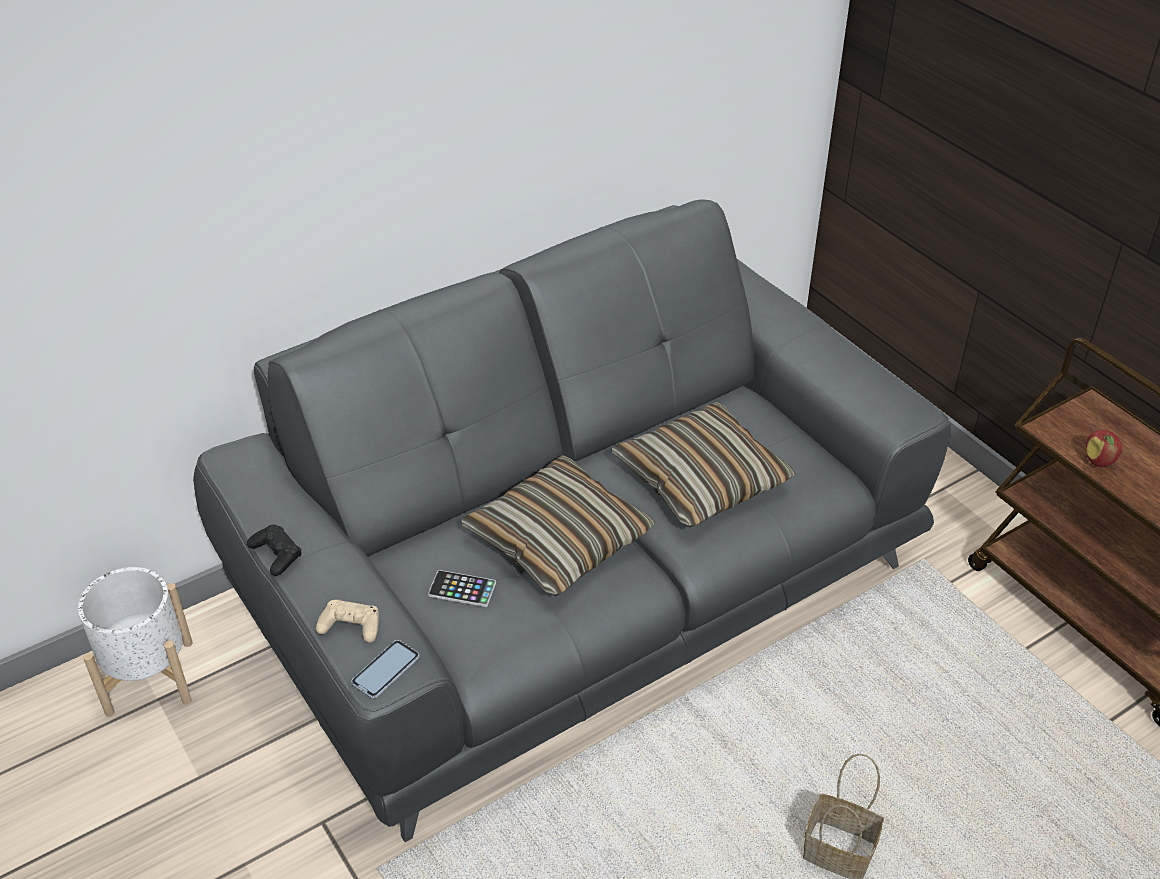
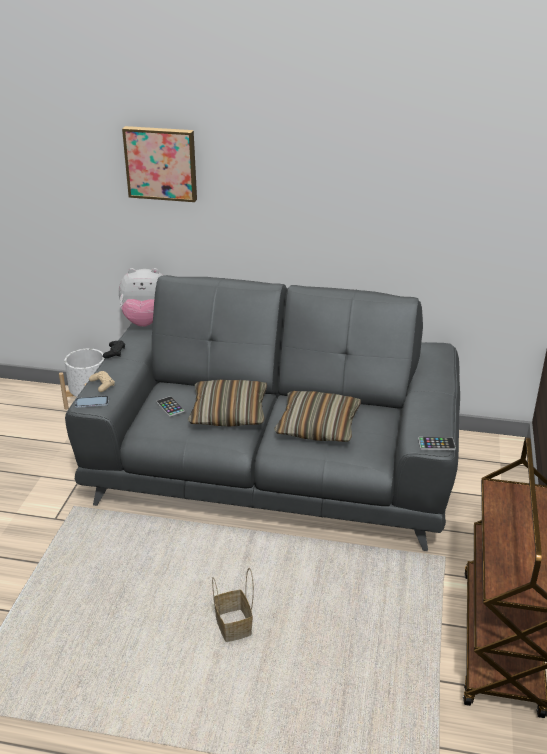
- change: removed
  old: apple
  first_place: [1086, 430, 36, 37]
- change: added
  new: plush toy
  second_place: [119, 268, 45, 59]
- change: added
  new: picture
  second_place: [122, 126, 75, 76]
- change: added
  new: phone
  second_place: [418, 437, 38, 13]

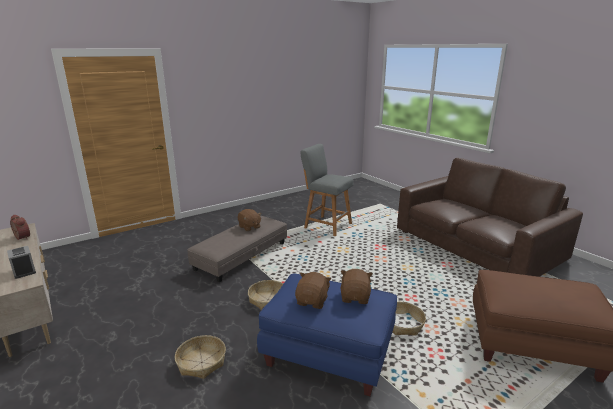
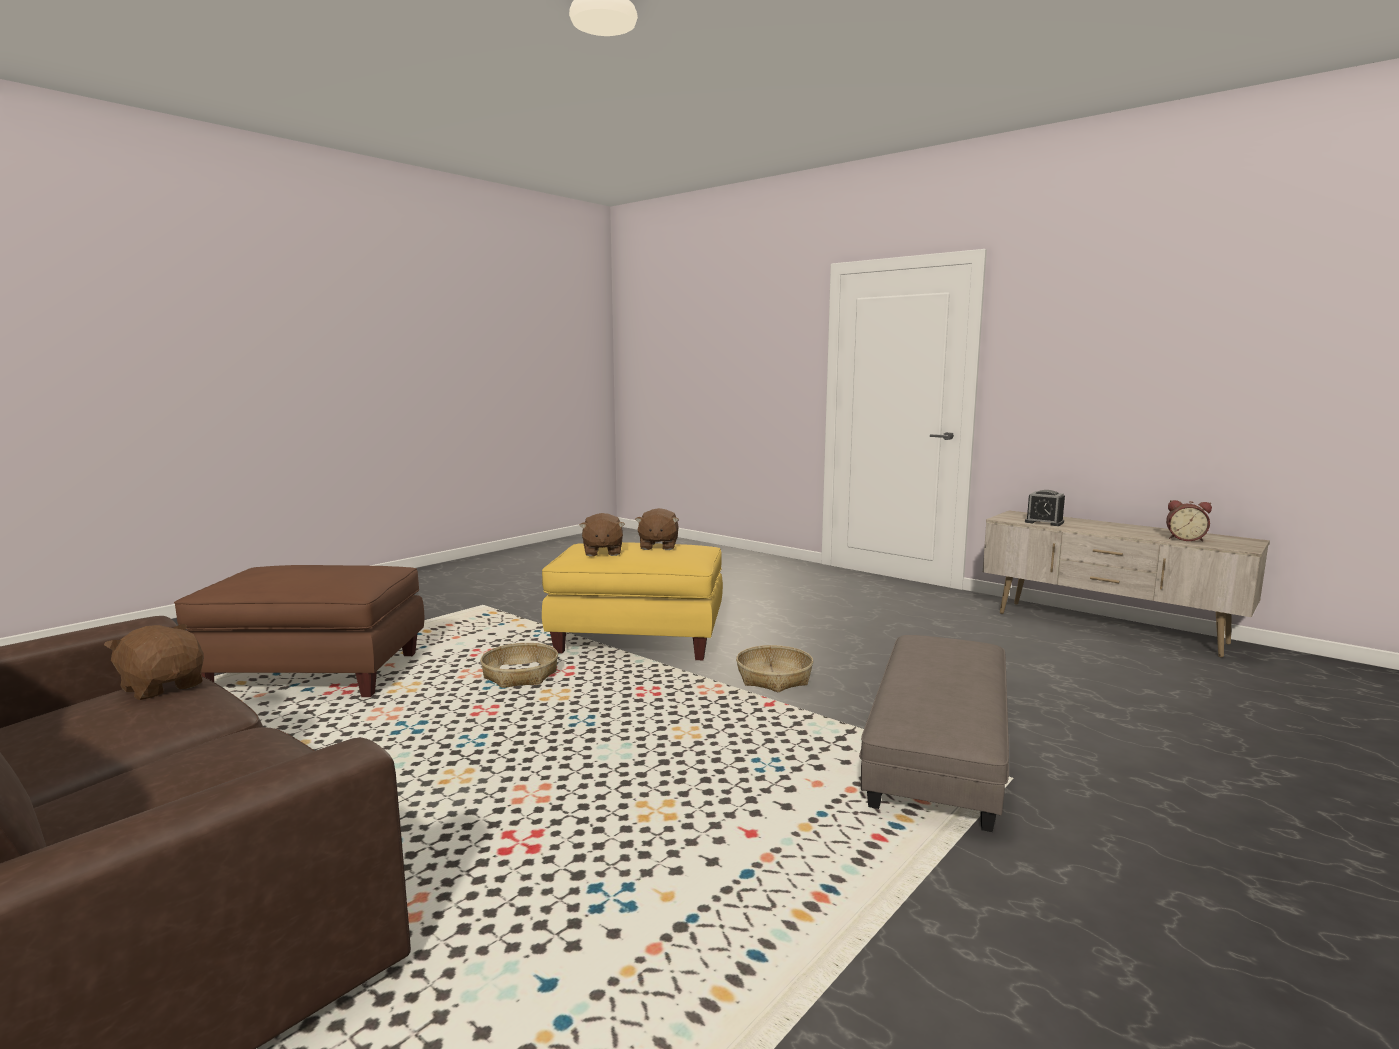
- change: removed
  old: basket
  first_place: [175, 335, 51, 44]
- change: moved
  old: brown plush toy
  first_place: [238, 209, 24, 22]
  second_place: [104, 624, 100, 76]
- change: recoloured
  old: blue ottoman
  new: yellow ottoman
  first_place: [257, 273, 140, 123]
  second_place: [542, 542, 181, 118]
- change: removed
  old: grey stool
  first_place: [300, 144, 53, 92]

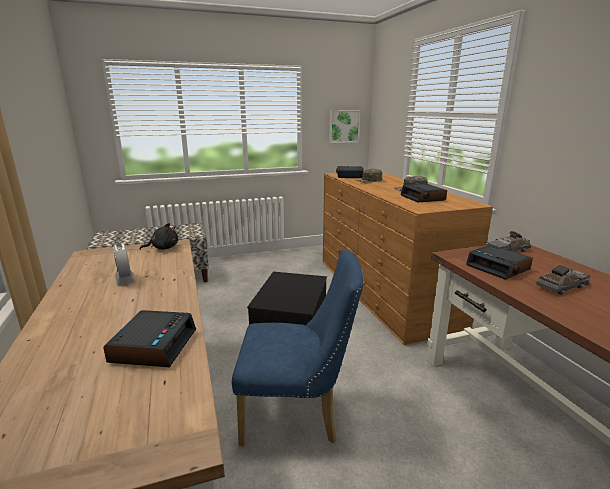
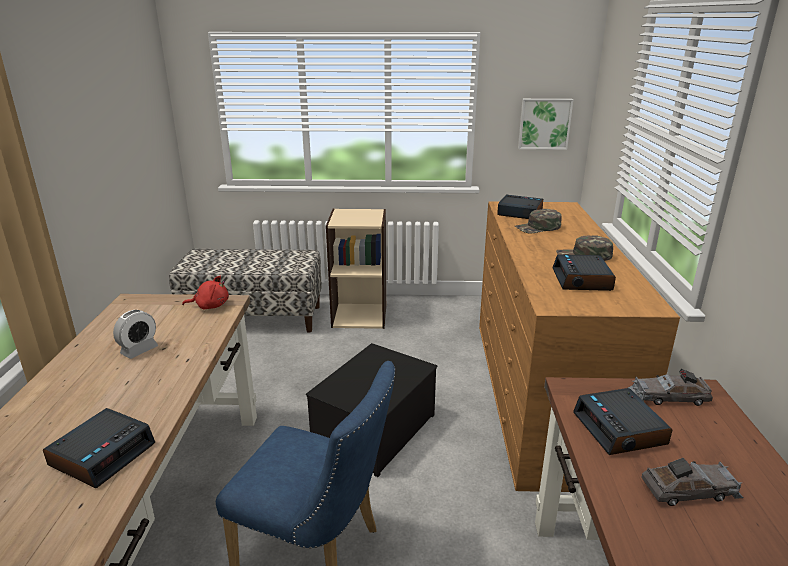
- change: turned
  old: alarm clock
  first_place: [113, 244, 23, 42]
  second_place: [113, 310, 45, 49]
  degrees: -135
- change: recoloured
  old: black plush toy
  new: red plush toy
  first_place: [140, 223, 38, 27]
  second_place: [182, 276, 47, 34]
- change: added
  new: beige bookcase
  second_place: [326, 209, 60, 120]

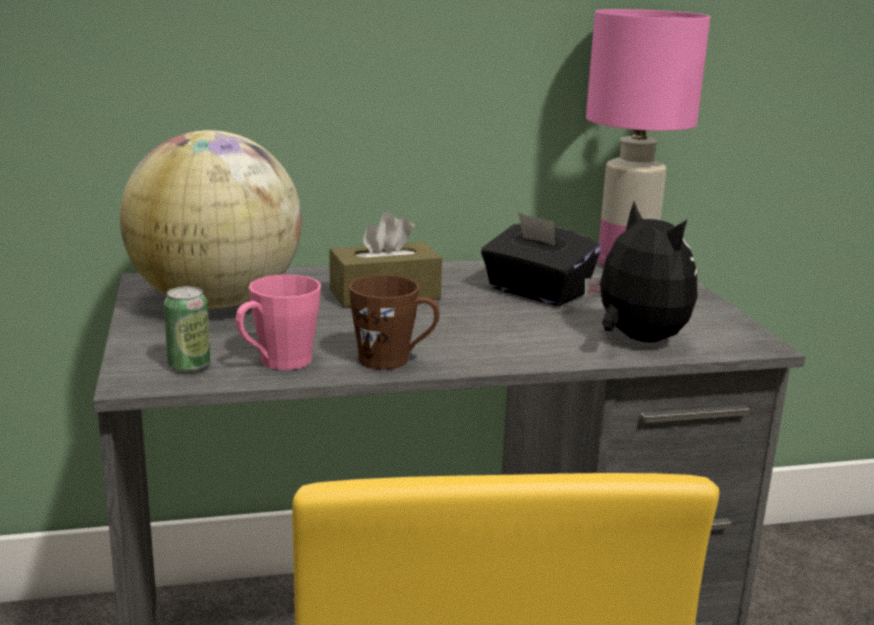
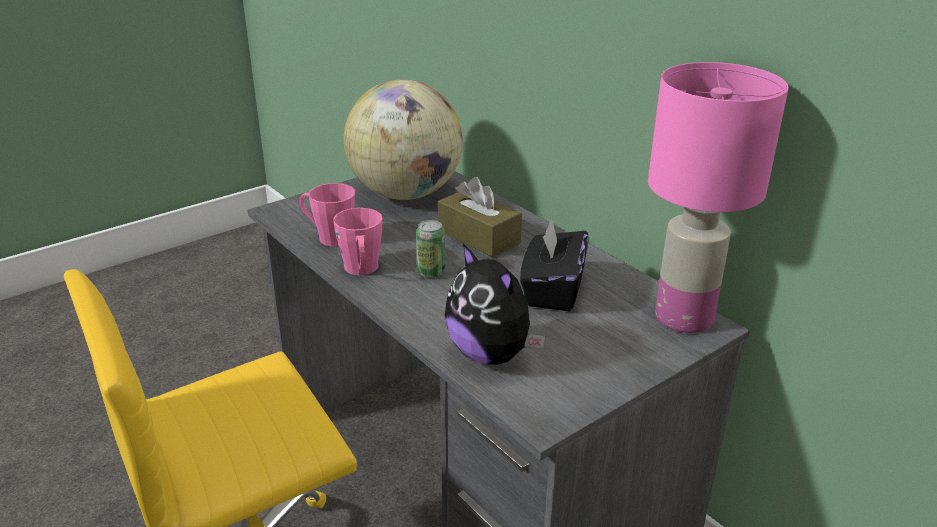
- change: moved
  old: can
  first_place: [164, 286, 47, 87]
  second_place: [416, 220, 29, 58]
- change: recoloured
  old: brown mug
  new: pink mug
  first_place: [349, 275, 91, 95]
  second_place: [333, 208, 50, 67]
- change: turned
  old: plush toy
  first_place: [585, 201, 112, 141]
  second_place: [445, 243, 100, 122]
  degrees: 105

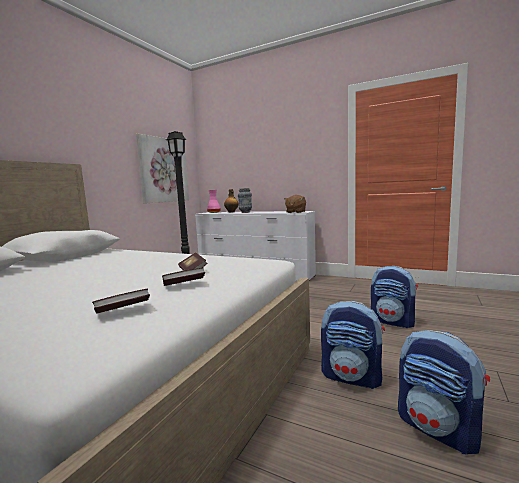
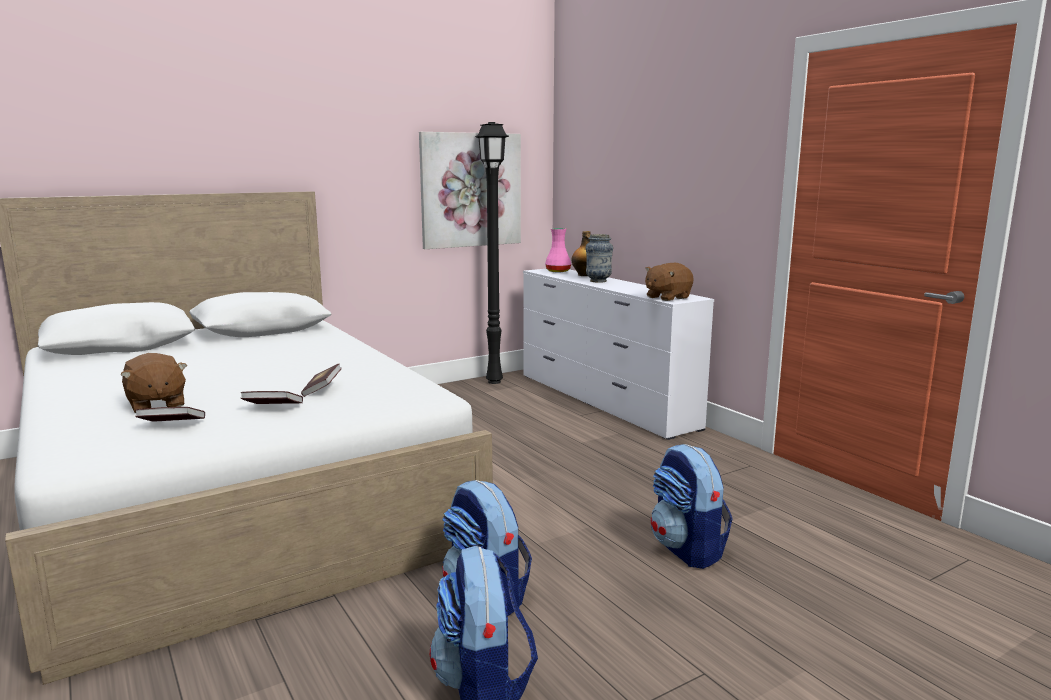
- change: added
  new: brown plush toy
  second_place: [120, 353, 67, 60]

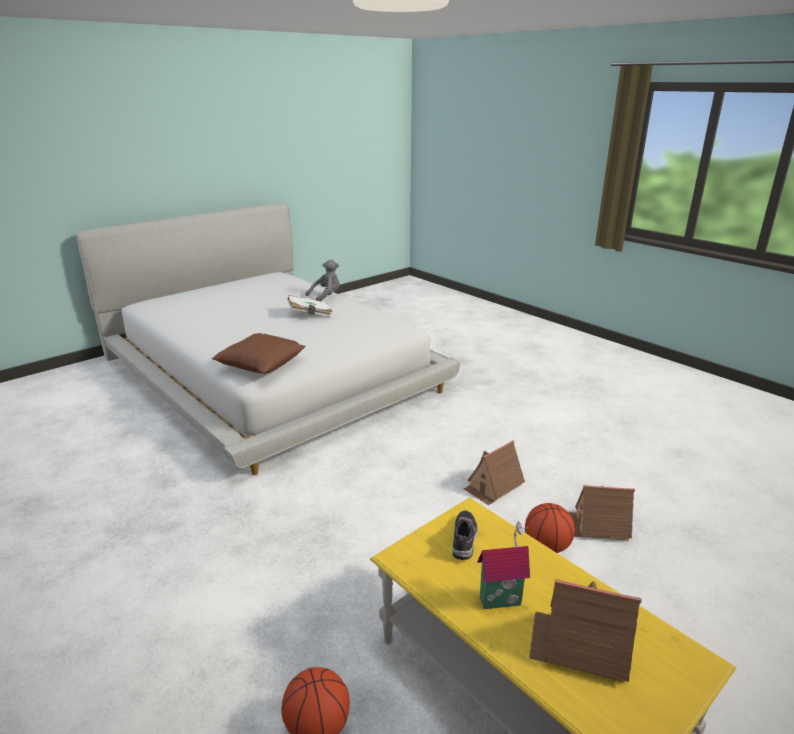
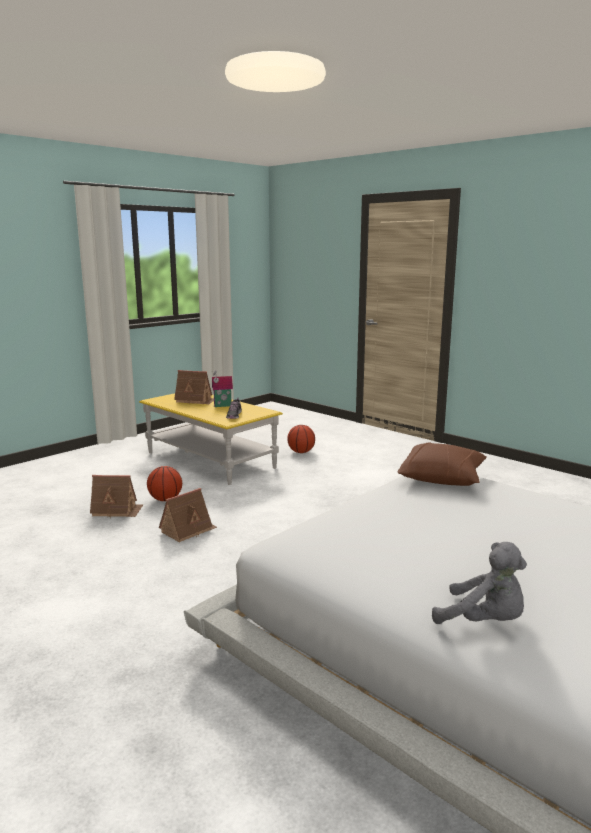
- change: removed
  old: white book
  first_place: [287, 295, 45, 22]
- change: turned
  old: grey plush toy
  first_place: [305, 260, 35, 41]
  second_place: [432, 542, 95, 82]
  degrees: -105

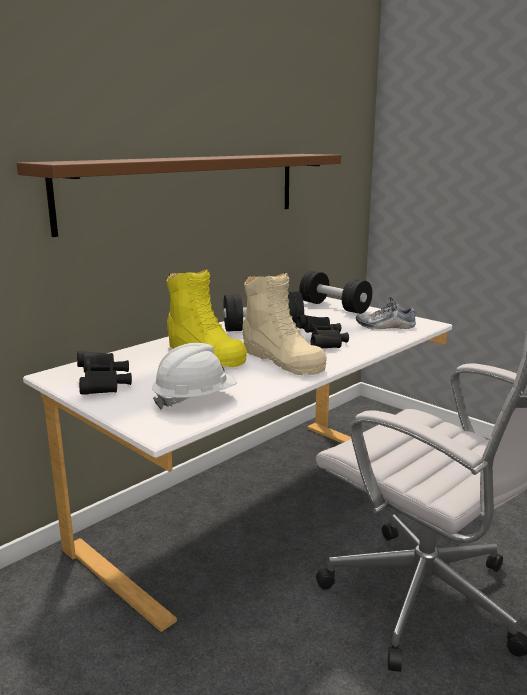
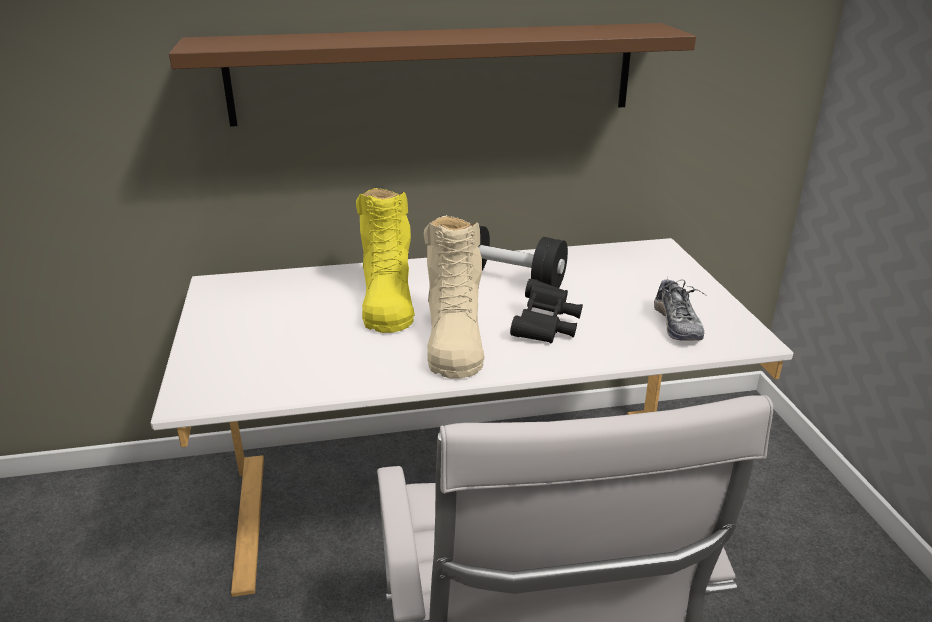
- change: removed
  old: black binoculars
  first_place: [77, 351, 55, 44]
- change: removed
  old: white hard hat
  first_place: [152, 343, 85, 67]
- change: removed
  old: black dumbbell
  first_place: [299, 271, 73, 43]
- change: turned
  old: shoe
  first_place: [356, 297, 60, 33]
  second_place: [654, 275, 53, 66]
  degrees: -135

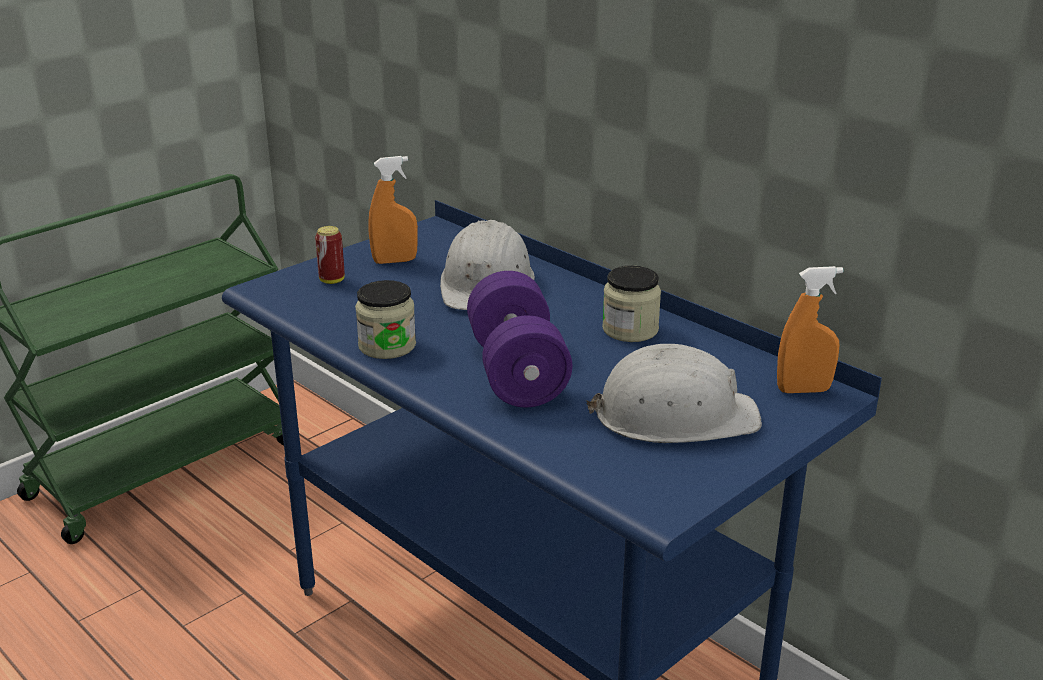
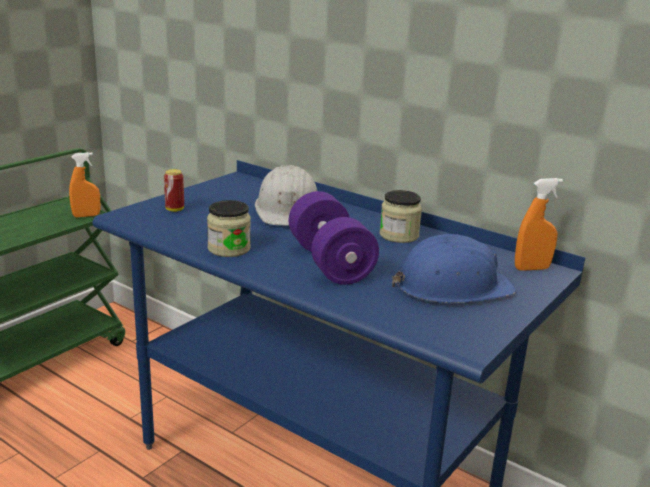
- change: moved
  old: orange spray bottle
  first_place: [368, 156, 50, 108]
  second_place: [69, 152, 31, 65]
- change: recoloured
  old: white hard hat
  new: blue hard hat
  first_place: [586, 344, 176, 99]
  second_place: [392, 234, 124, 69]

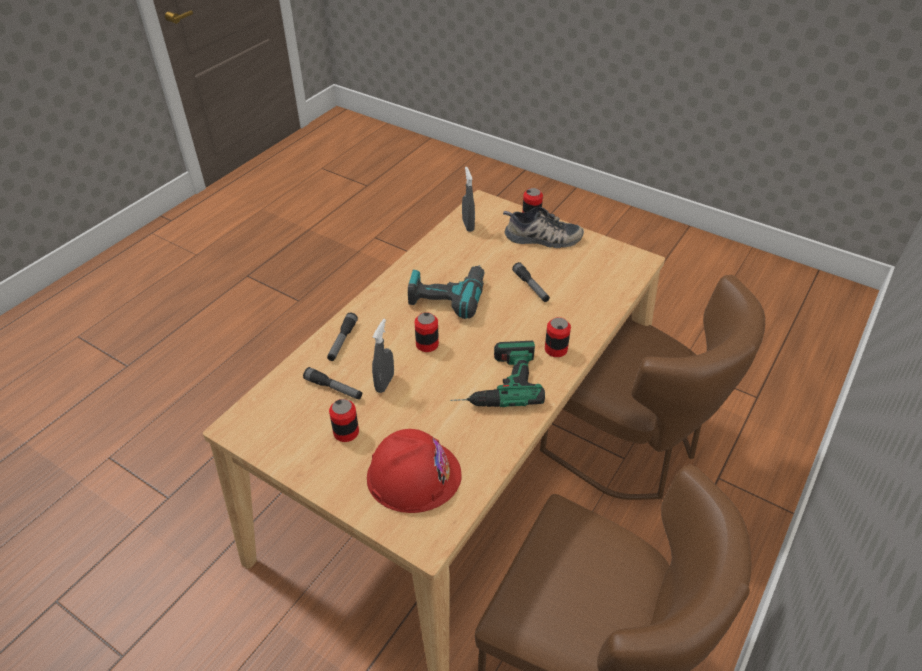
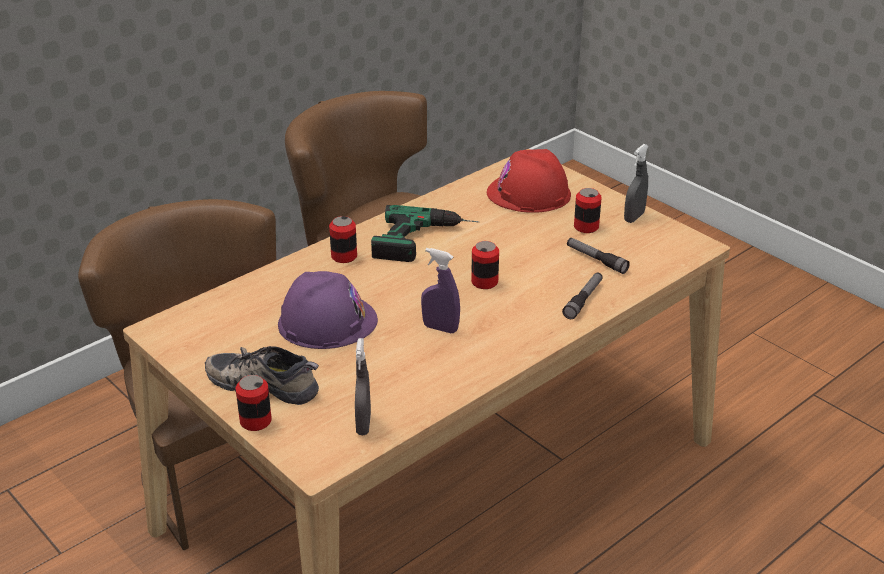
- change: moved
  old: grey spray bottle
  first_place: [372, 319, 22, 74]
  second_place: [624, 144, 25, 79]
- change: replaced
  old: power drill
  new: purple spray bottle
  first_place: [408, 265, 76, 54]
  second_place: [421, 248, 39, 85]
- change: replaced
  old: flashlight
  new: purple hard hat
  first_place: [512, 262, 38, 40]
  second_place: [278, 271, 100, 78]

